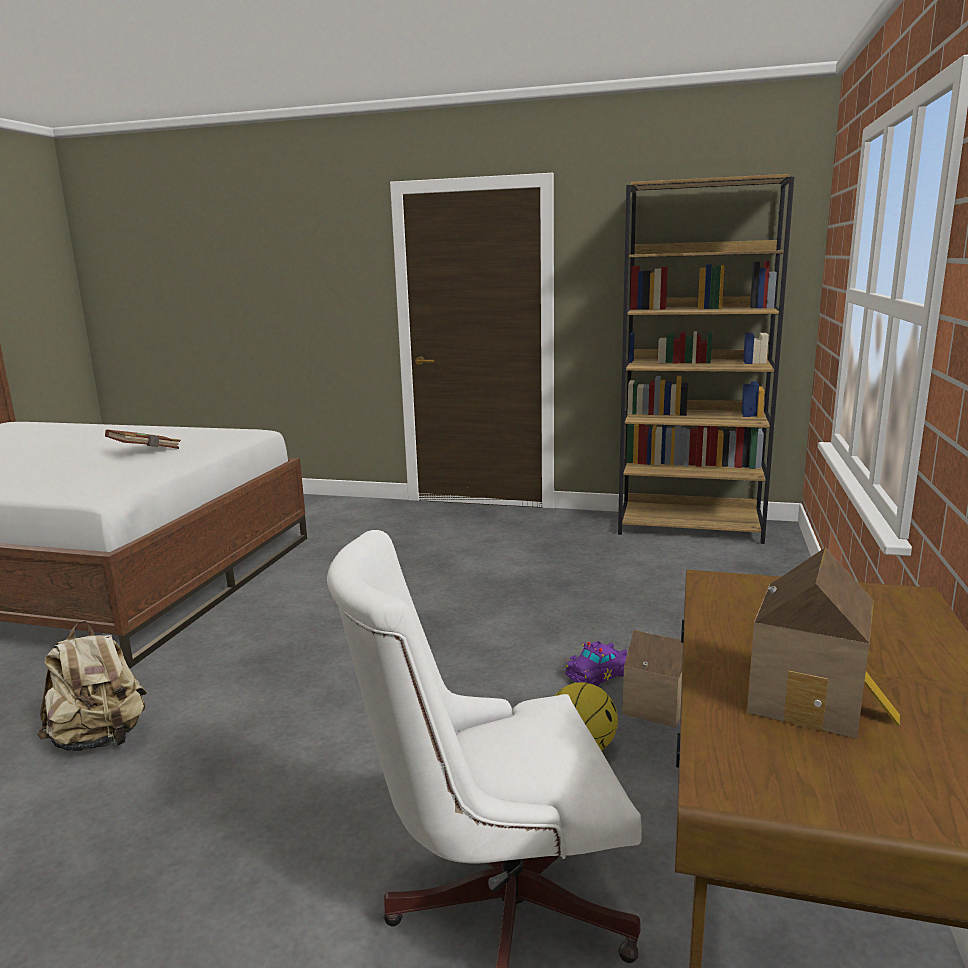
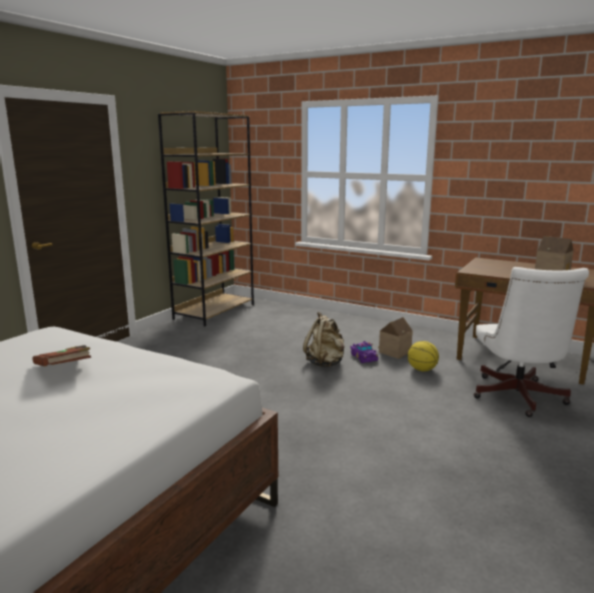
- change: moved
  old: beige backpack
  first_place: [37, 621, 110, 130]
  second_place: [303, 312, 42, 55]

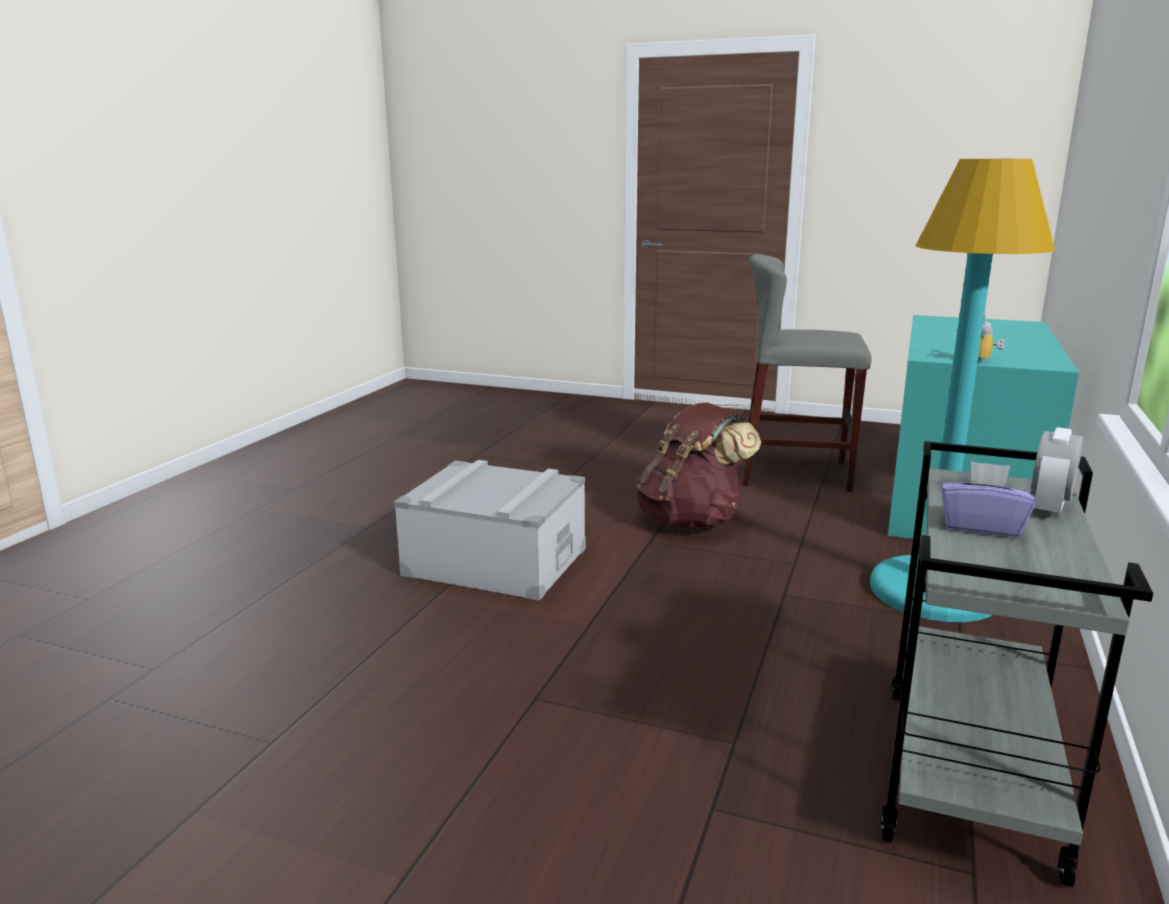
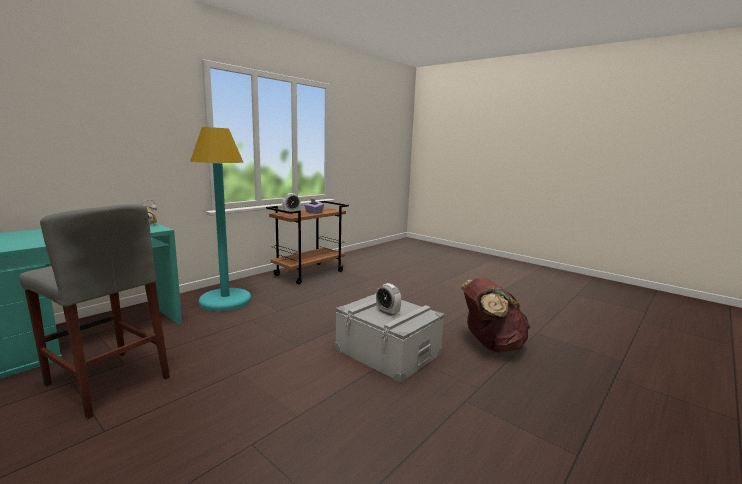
- change: moved
  old: brown backpack
  first_place: [636, 403, 125, 126]
  second_place: [461, 278, 70, 74]
- change: recoloured
  old: grey cart
  new: brown cart
  first_place: [881, 441, 272, 446]
  second_place: [266, 201, 83, 84]
- change: added
  new: alarm clock
  second_place: [376, 283, 25, 33]

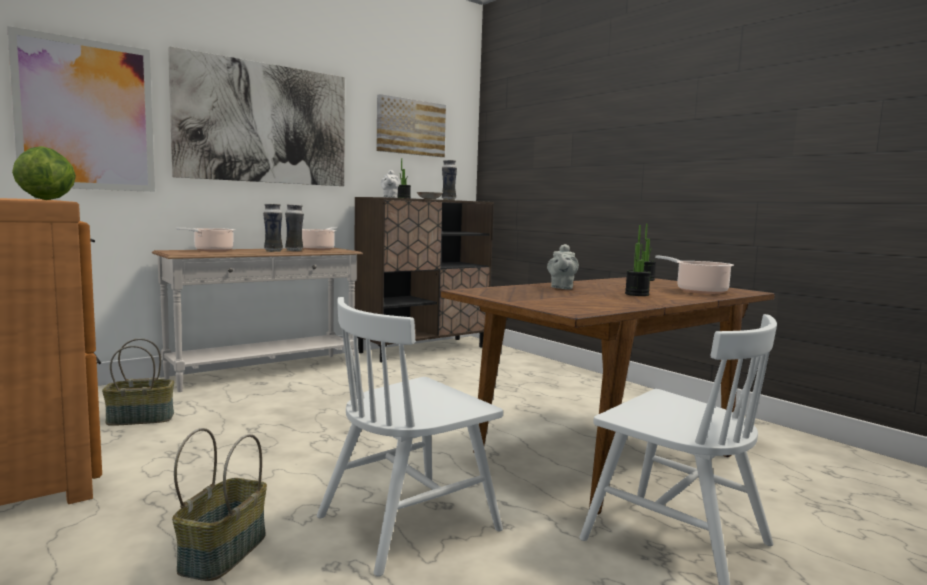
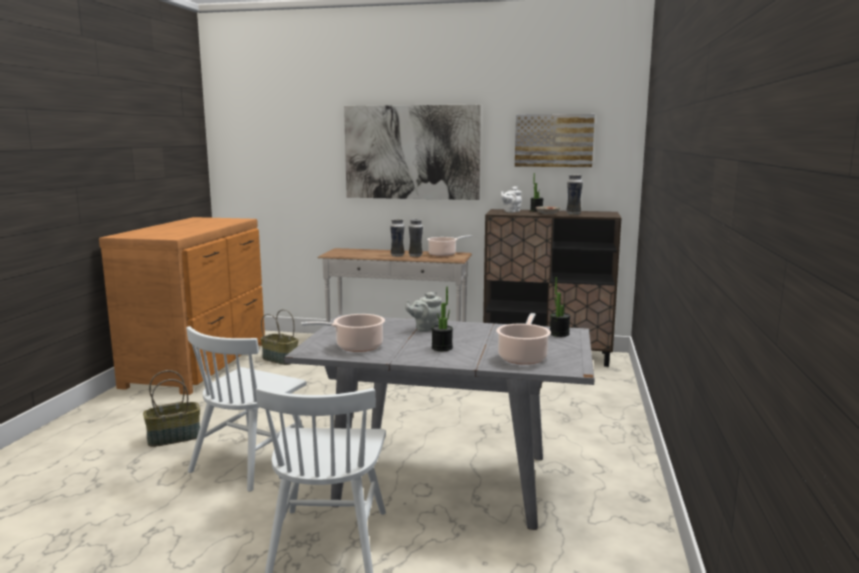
- change: removed
  old: picture
  first_place: [7, 26, 148, 166]
- change: removed
  old: lettuce
  first_place: [12, 146, 64, 54]
- change: moved
  old: cooking pot
  first_place: [176, 228, 59, 24]
  second_place: [301, 314, 84, 38]
- change: turned
  old: white chair
  first_place: [317, 297, 186, 280]
  second_place: [186, 326, 120, 166]
  degrees: -75
- change: recoloured
  old: brown dining table
  new: grey dining table
  first_place: [440, 277, 335, 238]
  second_place: [284, 315, 311, 215]

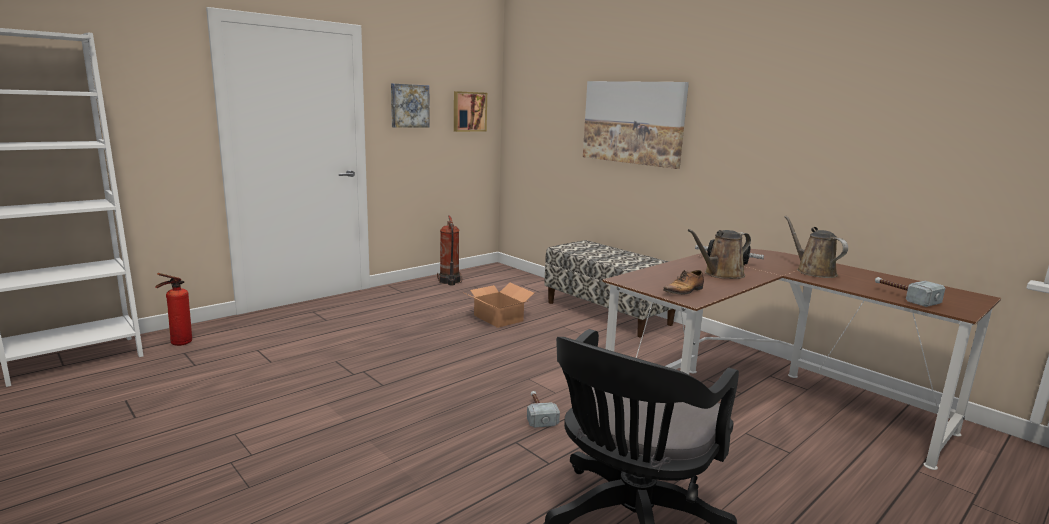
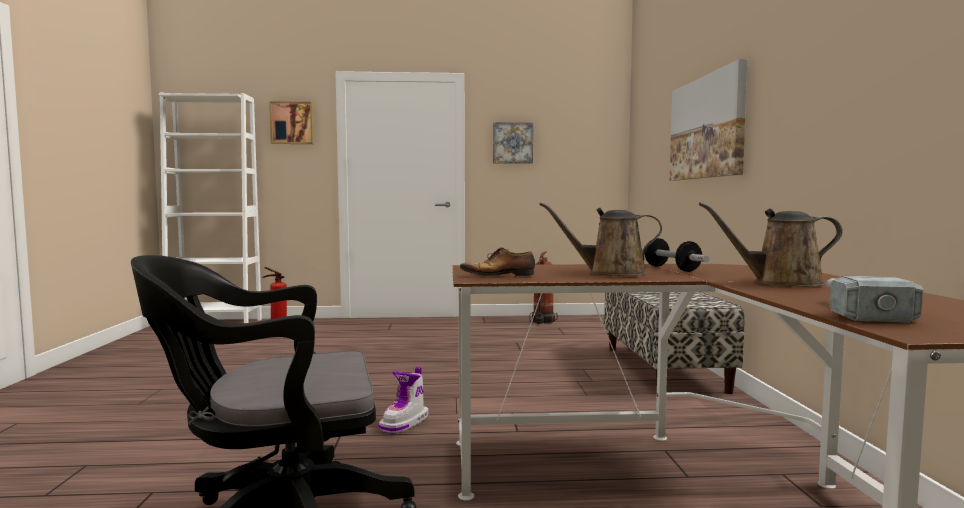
- change: moved
  old: picture
  first_place: [454, 91, 33, 41]
  second_place: [269, 101, 45, 43]
- change: removed
  old: cardboard box
  first_place: [465, 283, 69, 45]
- change: replaced
  old: hammer
  new: boot
  first_place: [527, 391, 33, 37]
  second_place: [378, 367, 51, 66]
- change: turned
  old: brown watering can
  first_place: [784, 216, 64, 62]
  second_place: [699, 202, 144, 85]
  degrees: -105

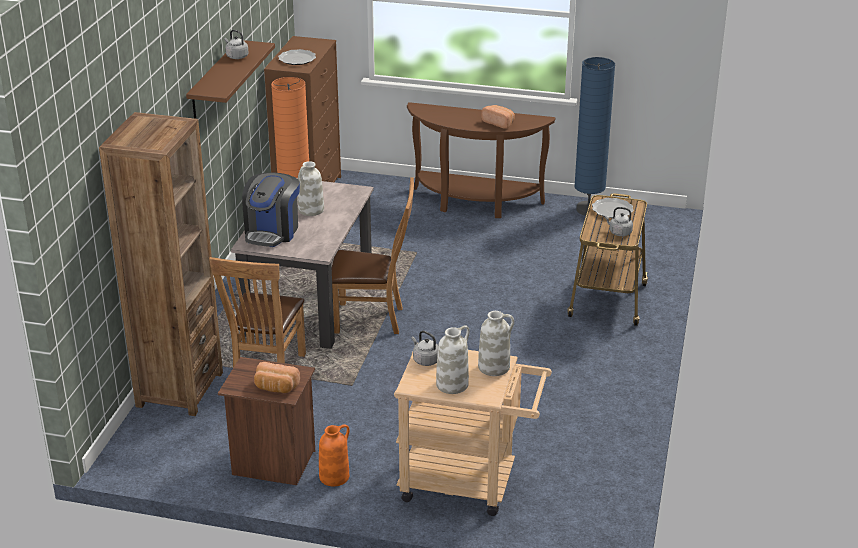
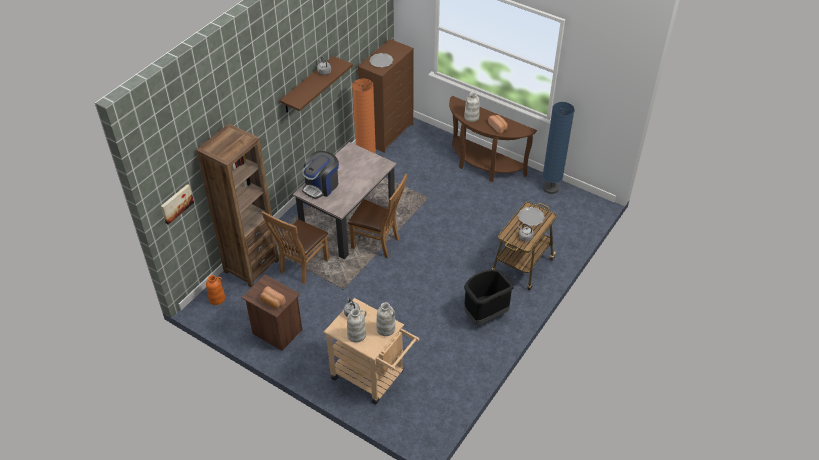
- change: moved
  old: white vase
  first_place: [298, 161, 26, 55]
  second_place: [464, 92, 16, 30]
- change: moved
  old: orange vase
  first_place: [319, 424, 31, 62]
  second_place: [206, 275, 19, 30]
- change: added
  new: picture
  second_place: [161, 184, 33, 41]
- change: added
  new: black trash can
  second_place: [464, 269, 50, 56]

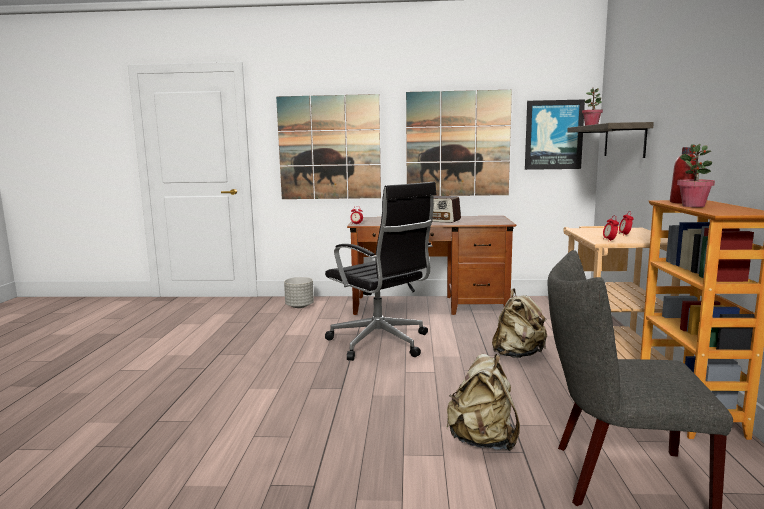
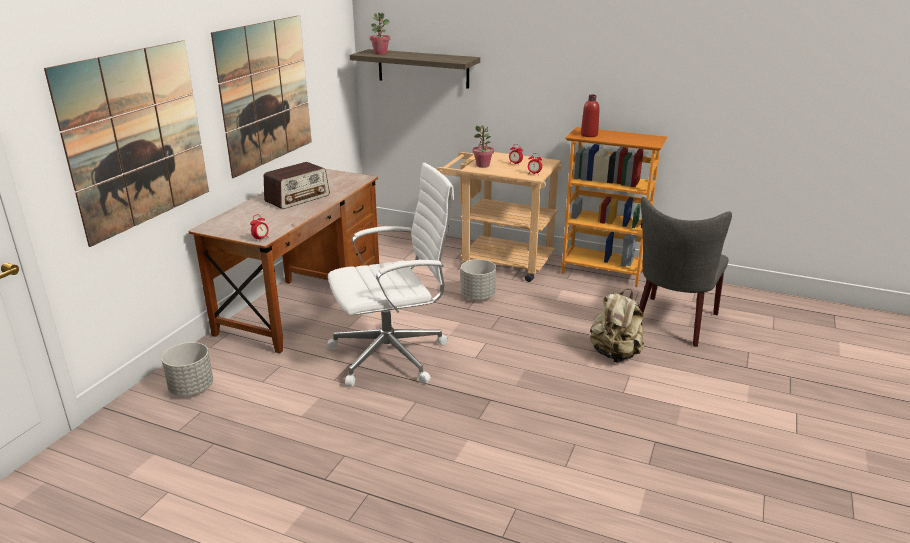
- change: recoloured
  old: black office chair
  new: white office chair
  first_place: [325, 182, 112, 179]
  second_place: [327, 163, 128, 224]
- change: replaced
  old: beige backpack
  new: grey planter
  first_place: [492, 288, 55, 70]
  second_place: [461, 259, 35, 41]
- change: removed
  old: picture
  first_place: [525, 100, 60, 70]
- change: moved
  old: potted plant
  first_place: [677, 144, 38, 63]
  second_place: [473, 125, 21, 43]

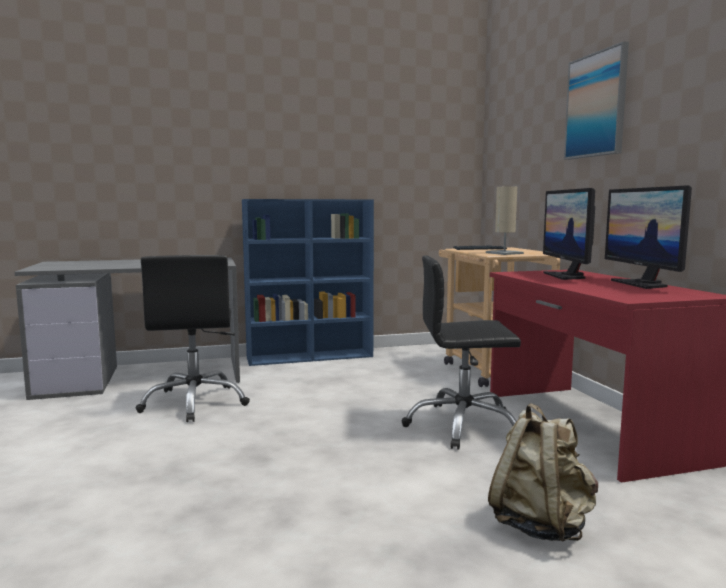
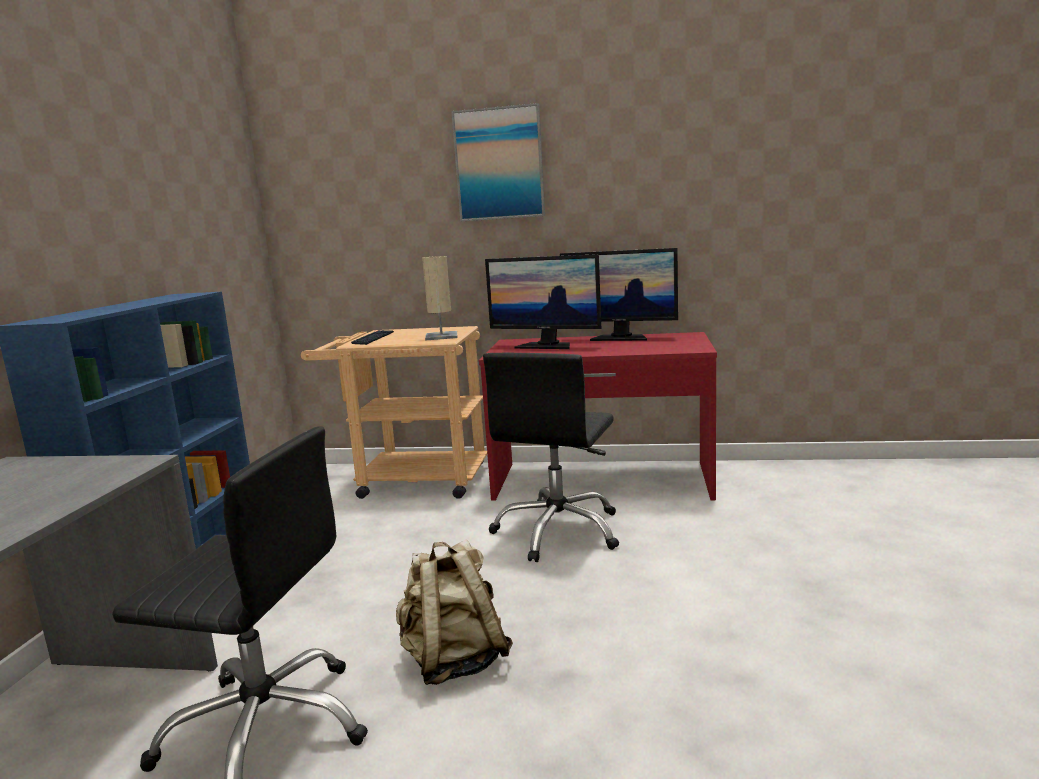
- change: moved
  old: beige backpack
  first_place: [488, 403, 110, 139]
  second_place: [396, 539, 117, 146]

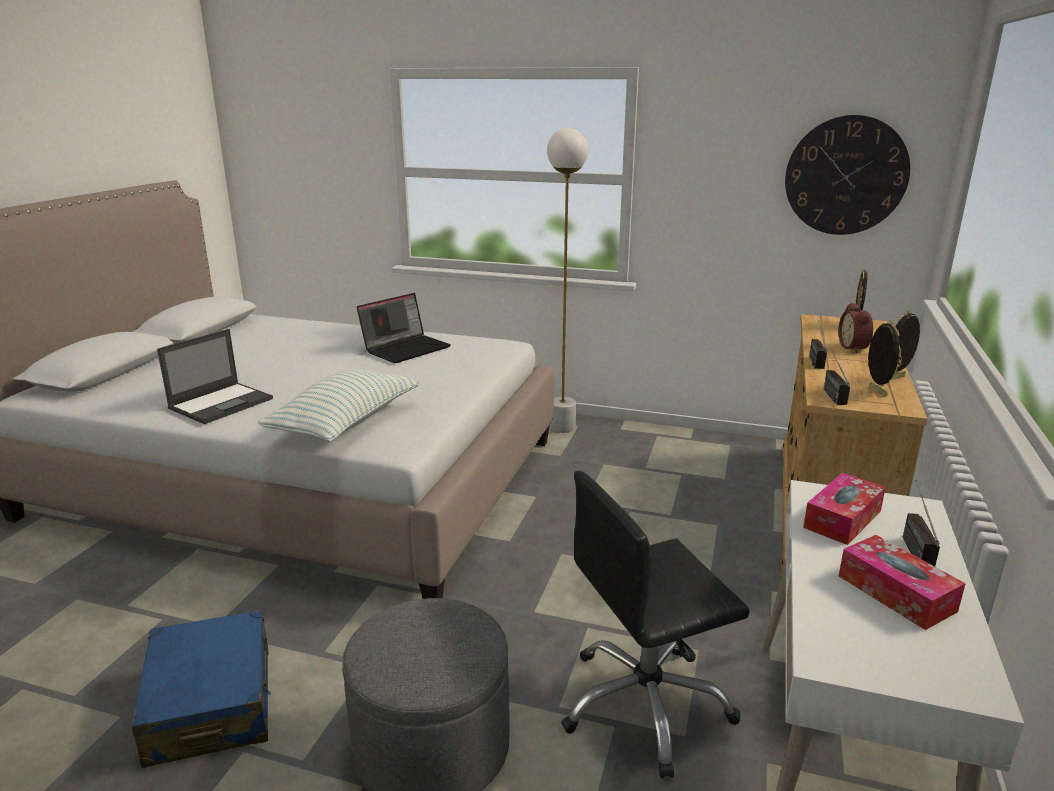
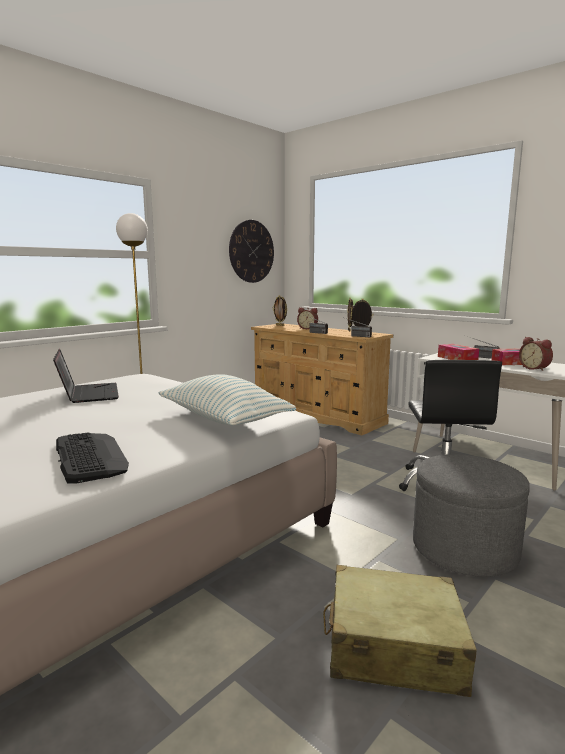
- change: recoloured
  old: blue suitcase
  new: beige suitcase
  first_place: [132, 610, 139, 158]
  second_place: [323, 565, 154, 132]
- change: replaced
  old: laptop
  new: keyboard
  first_place: [157, 329, 116, 95]
  second_place: [56, 432, 73, 52]
- change: added
  new: alarm clock
  second_place: [519, 337, 34, 34]

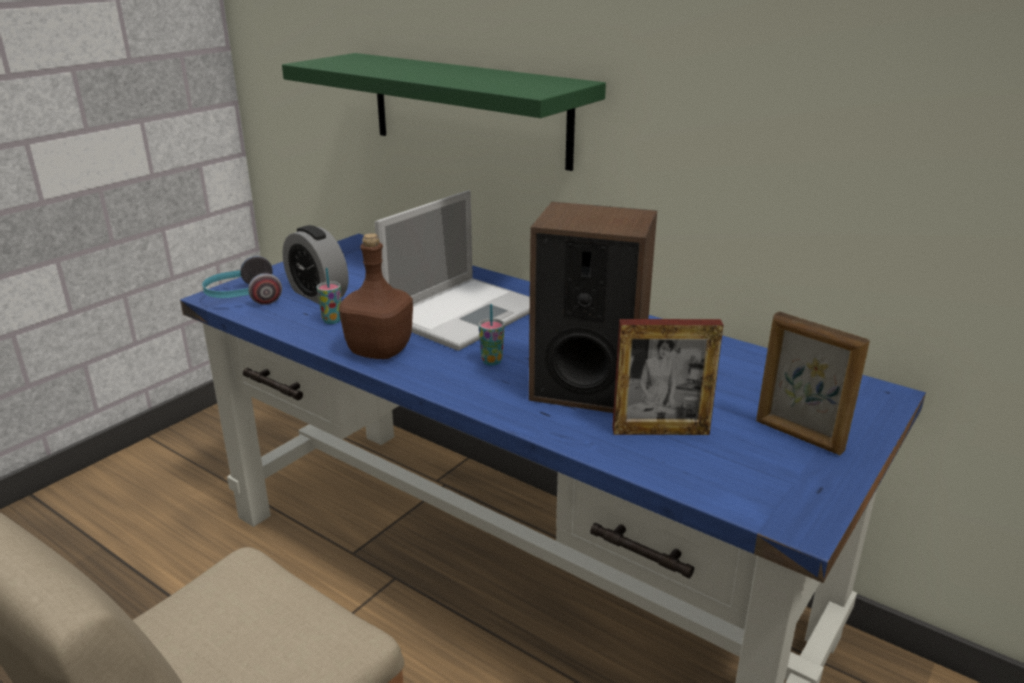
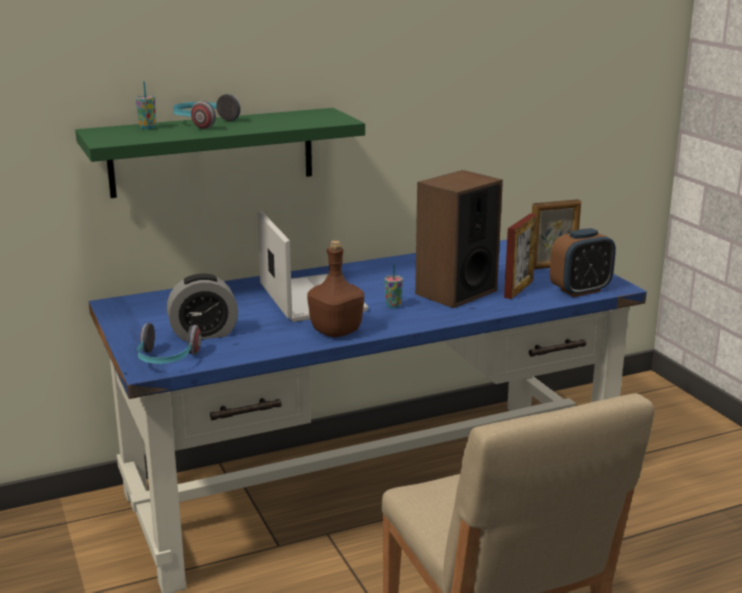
- change: moved
  old: cup
  first_place: [316, 268, 25, 56]
  second_place: [136, 81, 20, 48]
- change: added
  new: headphones
  second_place: [173, 94, 68, 35]
- change: added
  new: alarm clock
  second_place: [550, 228, 66, 69]

